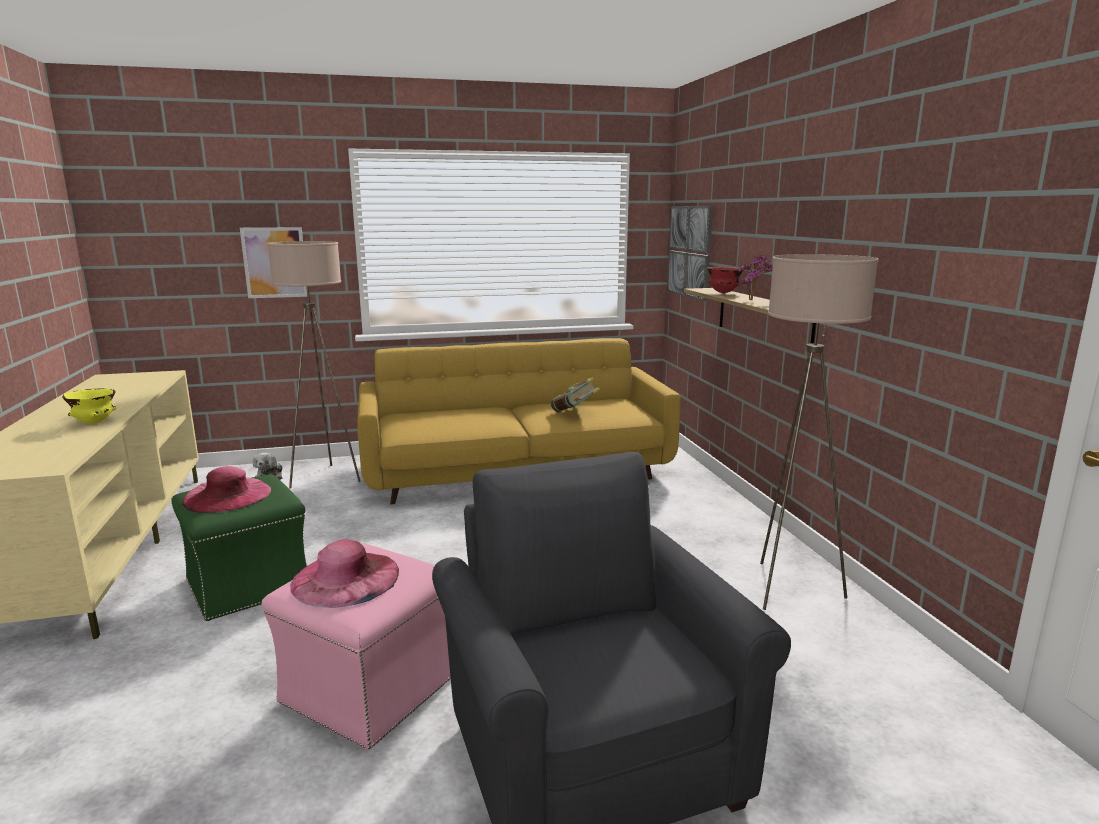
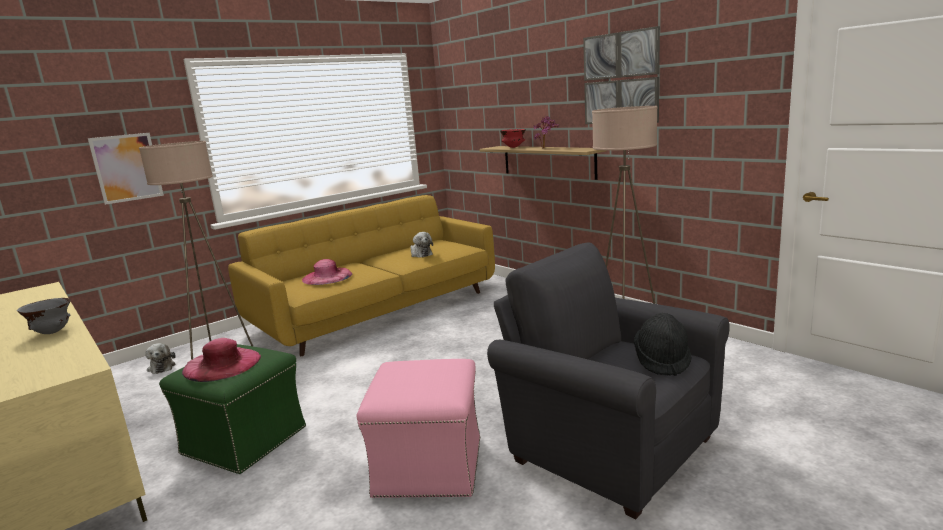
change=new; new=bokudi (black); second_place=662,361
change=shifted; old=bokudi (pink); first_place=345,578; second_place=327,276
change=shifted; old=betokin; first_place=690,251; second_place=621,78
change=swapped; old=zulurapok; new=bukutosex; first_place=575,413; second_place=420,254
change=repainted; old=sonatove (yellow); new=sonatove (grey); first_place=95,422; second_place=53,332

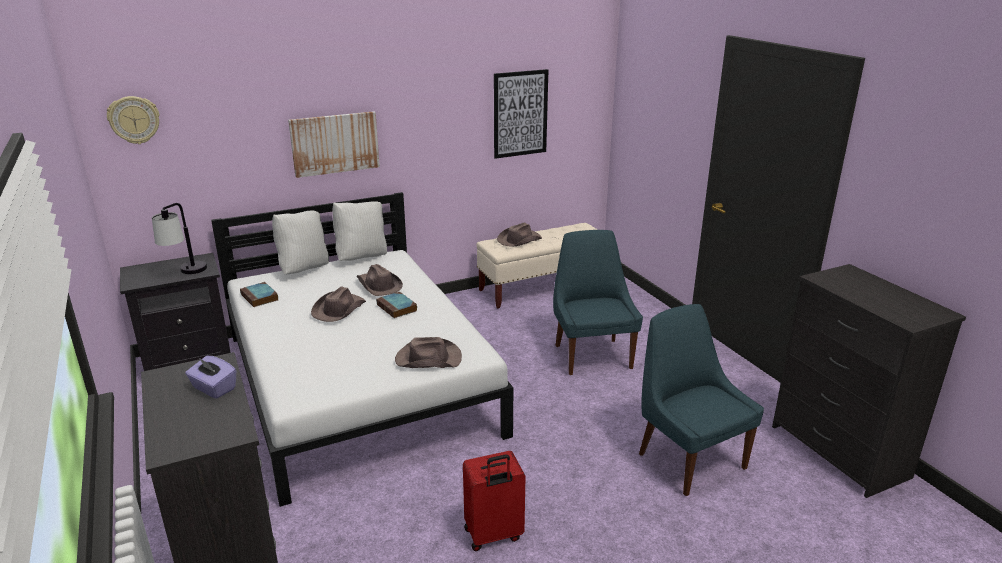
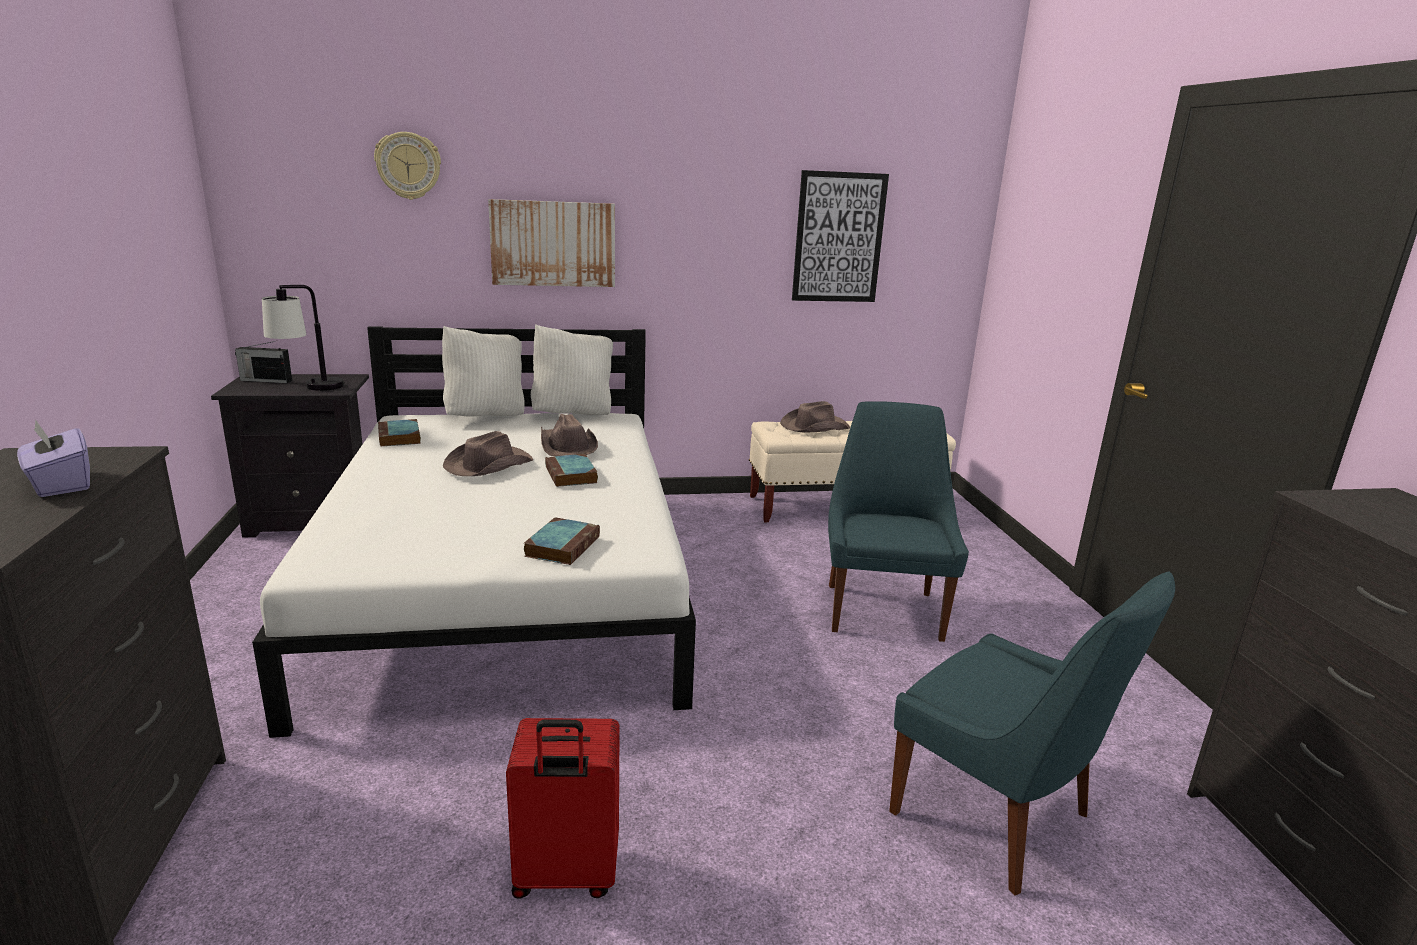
change=new; new=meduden; second_place=265,380
change=shifted; old=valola; first_place=134,120; second_place=408,166
change=swapped; old=bokudi (brown); new=zulurapok; first_place=427,359; second_place=562,546
change=rotated; old=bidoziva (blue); first_place=688,459; second_place=997,818; degrees=150

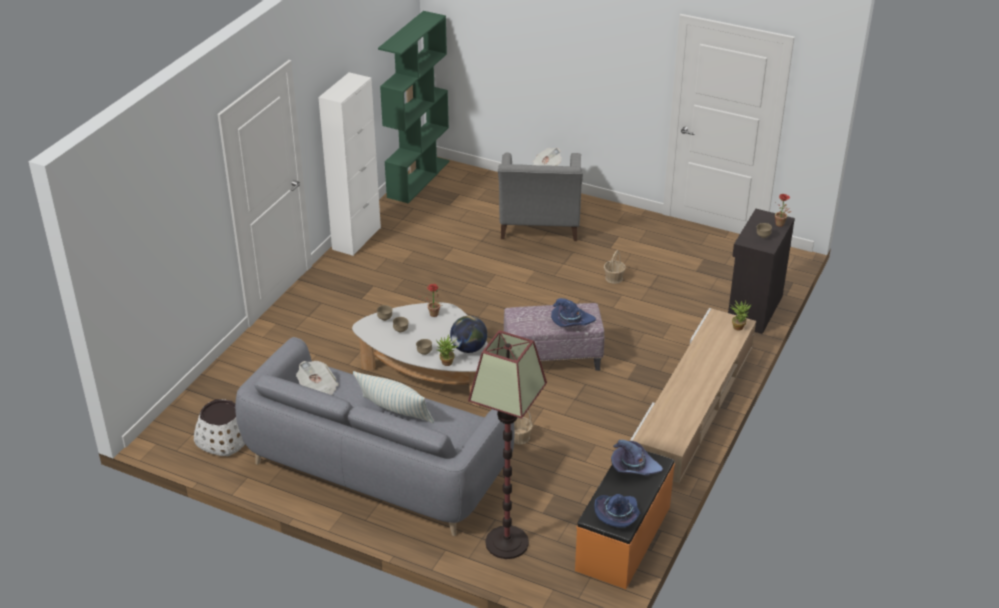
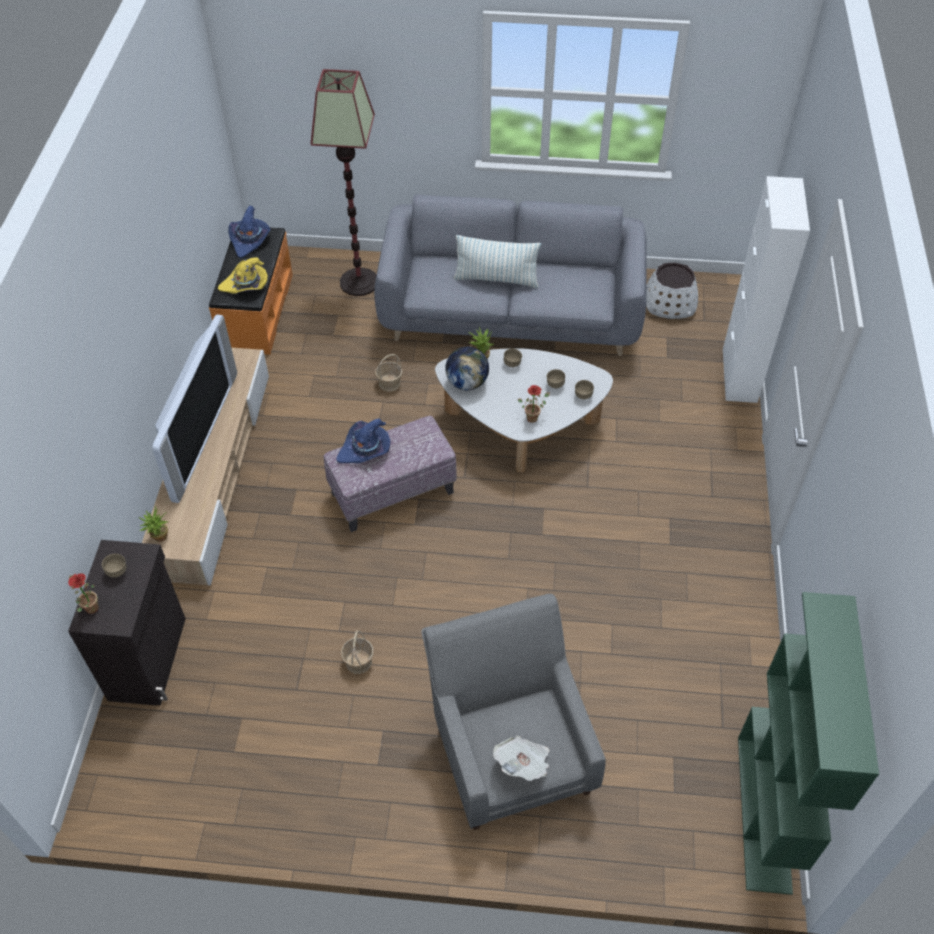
change=gone; old=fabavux; first_place=318,388
change=new; new=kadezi; second_place=201,434
change=shifted; old=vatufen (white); first_place=356,238; second_place=739,375
change=repainted; old=bokudi (purple); new=bokudi (yellow); first_place=634,467; second_place=246,285

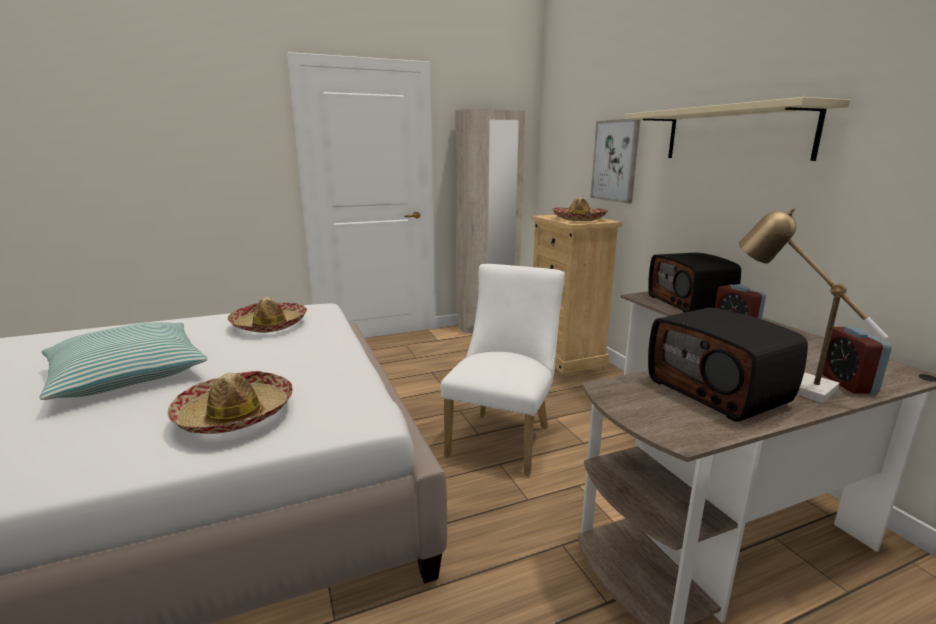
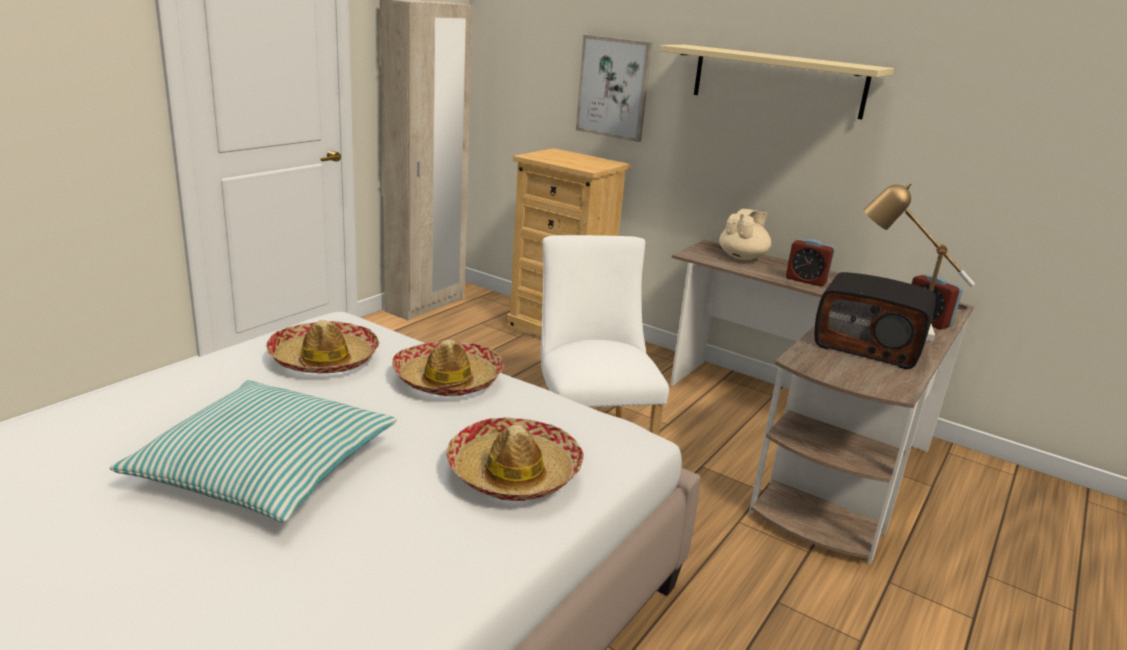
change=shifted; old=bokudi; first_place=579,219; second_place=448,380
change=swapped; old=meduden; new=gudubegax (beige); first_place=690,303; second_place=742,257

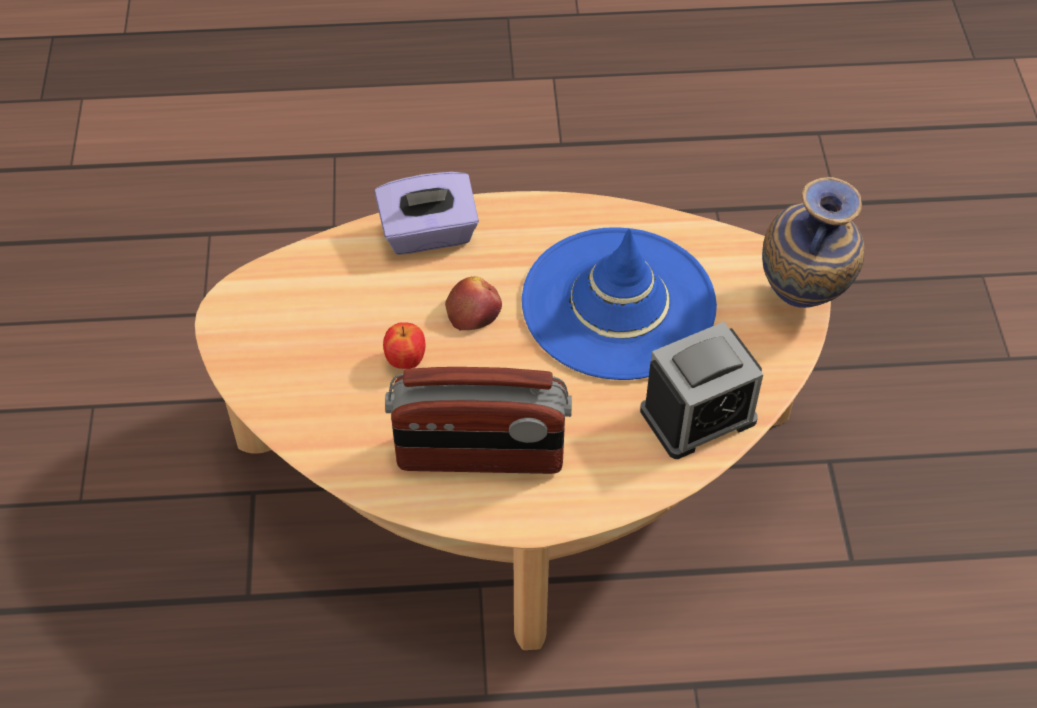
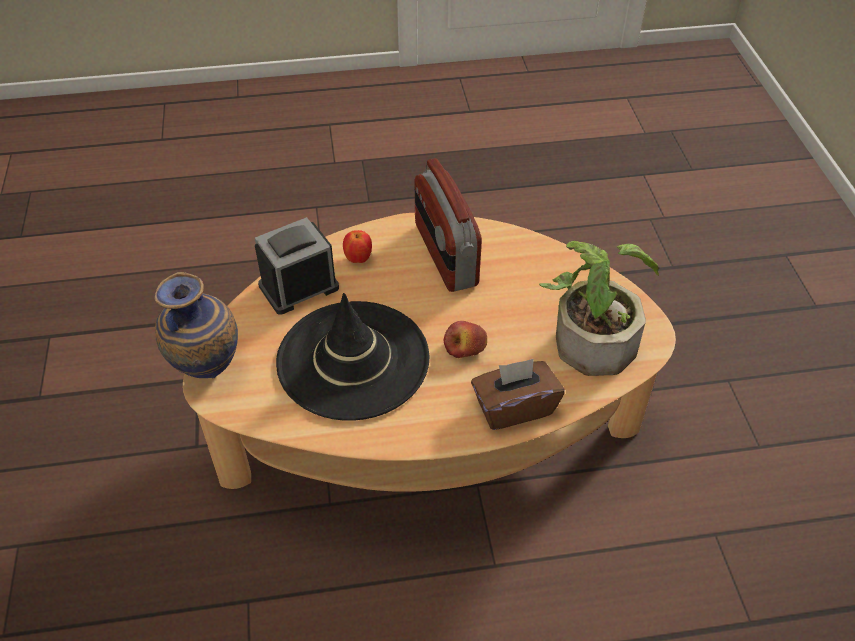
change=new; new=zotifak; second_place=592,335
change=shifted; old=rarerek; first_place=406,361; second_place=358,259
change=repainted; old=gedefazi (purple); new=gedefazi (brown); first_place=429,234; second_place=514,407
change=repainted; old=bokudi (blue); new=bokudi (black); first_place=618,303; second_place=353,360
change=rotated; old=meduden; first_place=480,455; second_place=444,255; degrees=-105

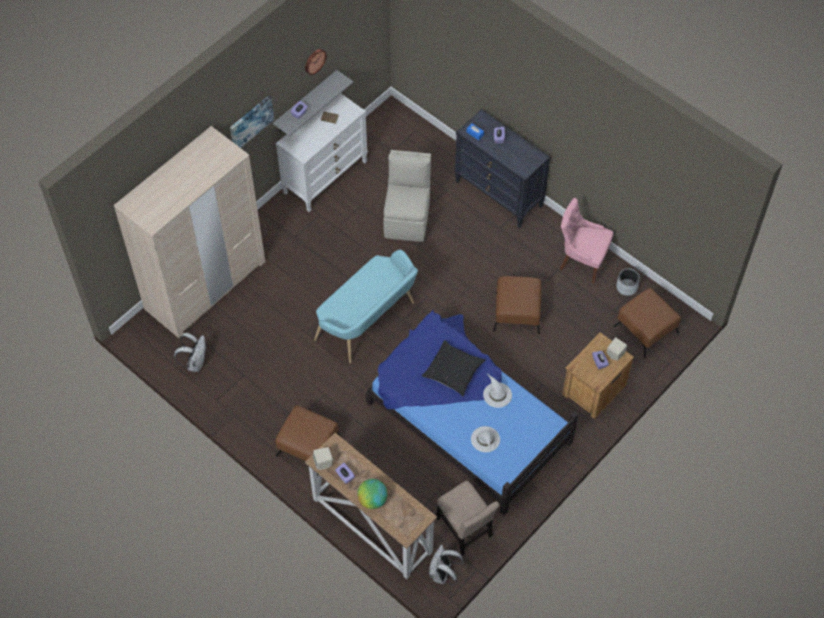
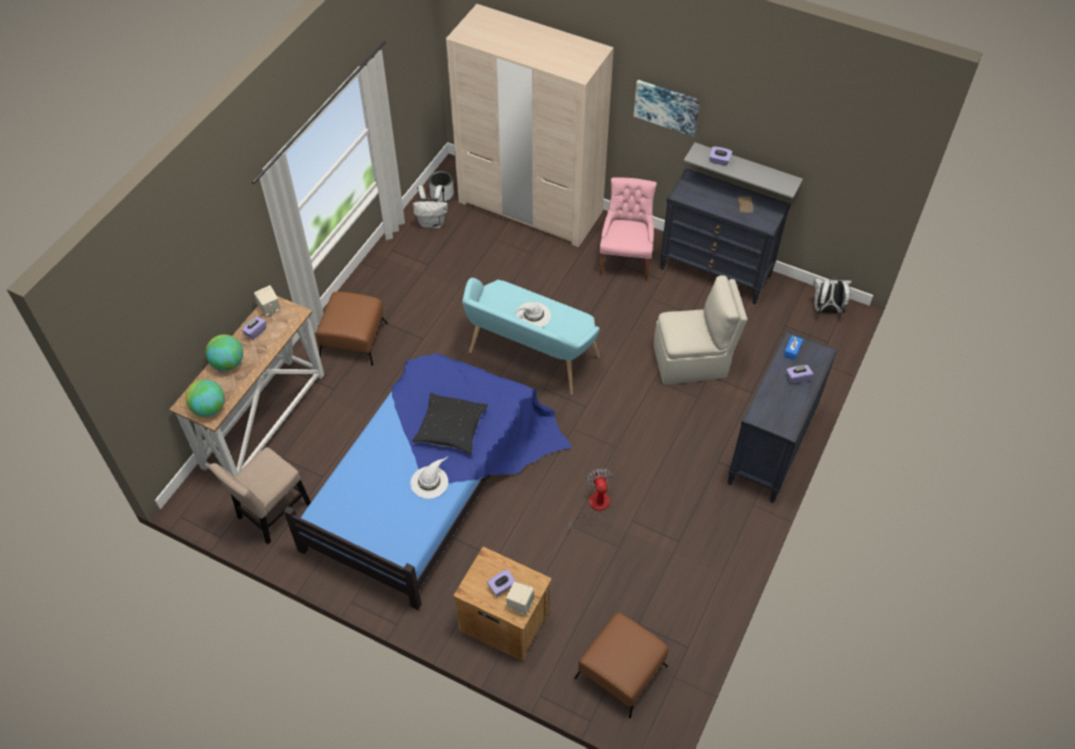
change=gone; old=valola; first_place=314,61
change=new; new=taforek; second_place=209,408
change=shifted; old=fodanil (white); first_place=442,574; second_place=826,310
change=shifted; old=bokudi (white); first_place=485,439; second_place=533,315
change=shifted; old=bidoziva (pink); first_place=581,261; second_place=625,260
change=shifted; old=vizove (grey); first_place=626,287; second_place=442,194
change=swapped; old=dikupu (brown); new=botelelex; first_place=516,313; second_place=594,507
change=repainted; old=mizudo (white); new=mizudo (black); first_place=325,177; second_place=716,271

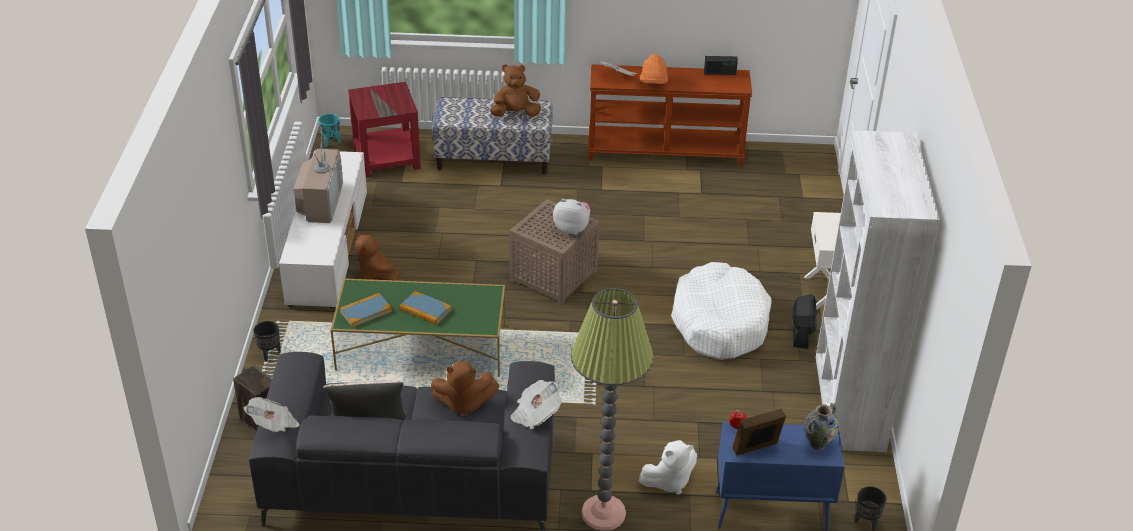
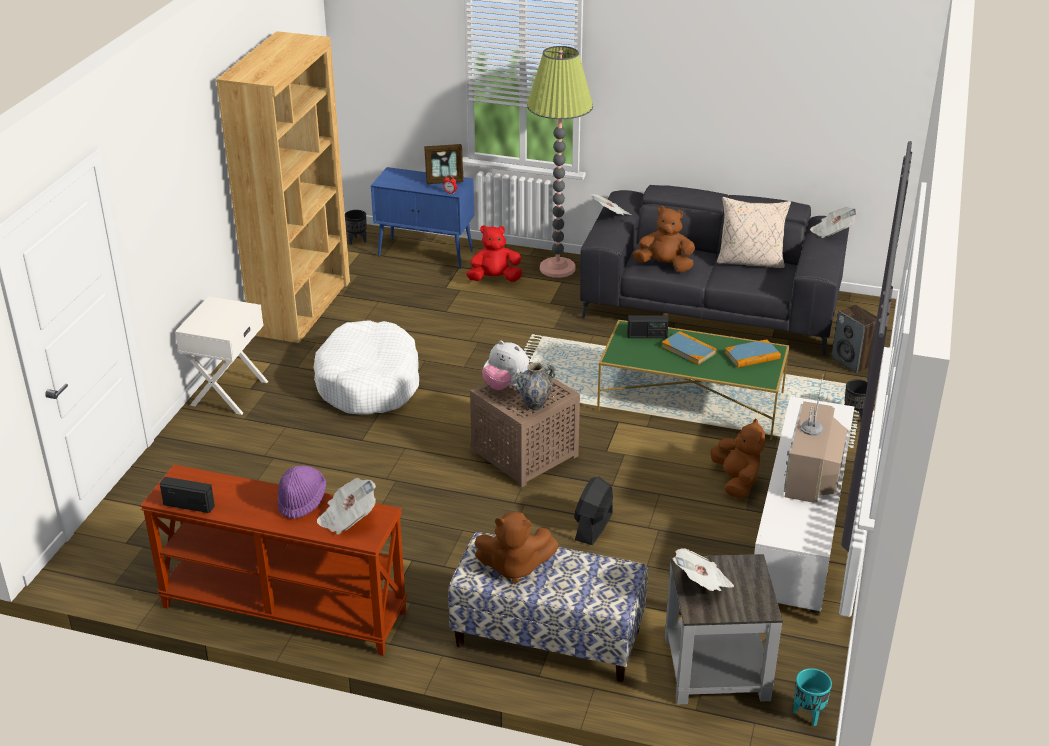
change=new; new=meduden; second_place=647,336
change=new; new=fabavux; second_place=702,583
change=shifted; old=botelelex (black); first_place=802,333; second_place=593,527
change=shifted; old=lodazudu; first_place=818,444; second_place=535,405
change=repainted; old=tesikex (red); new=tesikex (grey); first_place=387,157; second_place=714,667
change=repainted; old=bukutosex (white); new=bukutosex (red); first_place=669,481; second_place=494,279
change=repainted; old=bokudi (orange); new=bokudi (purple); first_place=653,82; second_place=302,501
change=repainted; old=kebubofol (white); new=kebubofol (brown); first_place=848,403; second_place=301,307

